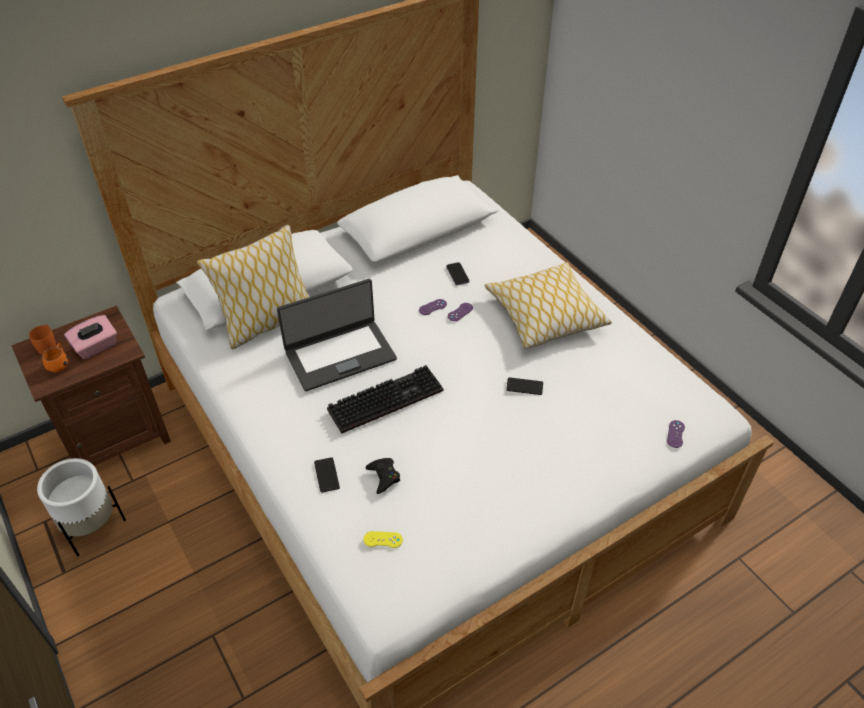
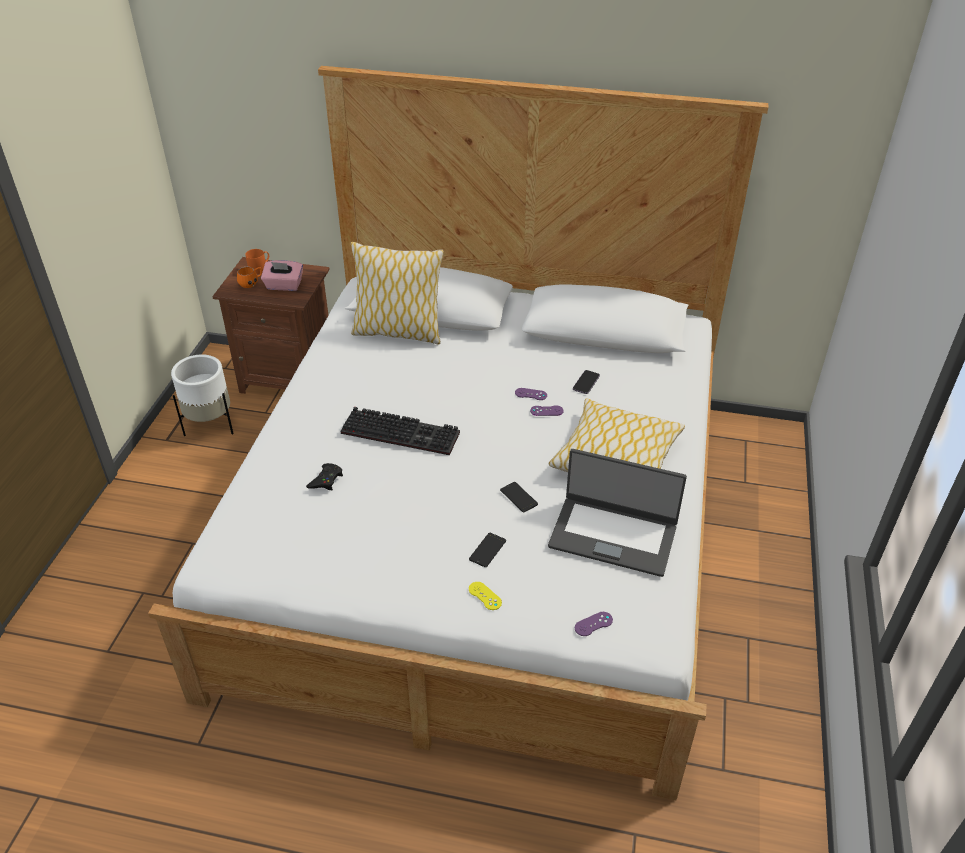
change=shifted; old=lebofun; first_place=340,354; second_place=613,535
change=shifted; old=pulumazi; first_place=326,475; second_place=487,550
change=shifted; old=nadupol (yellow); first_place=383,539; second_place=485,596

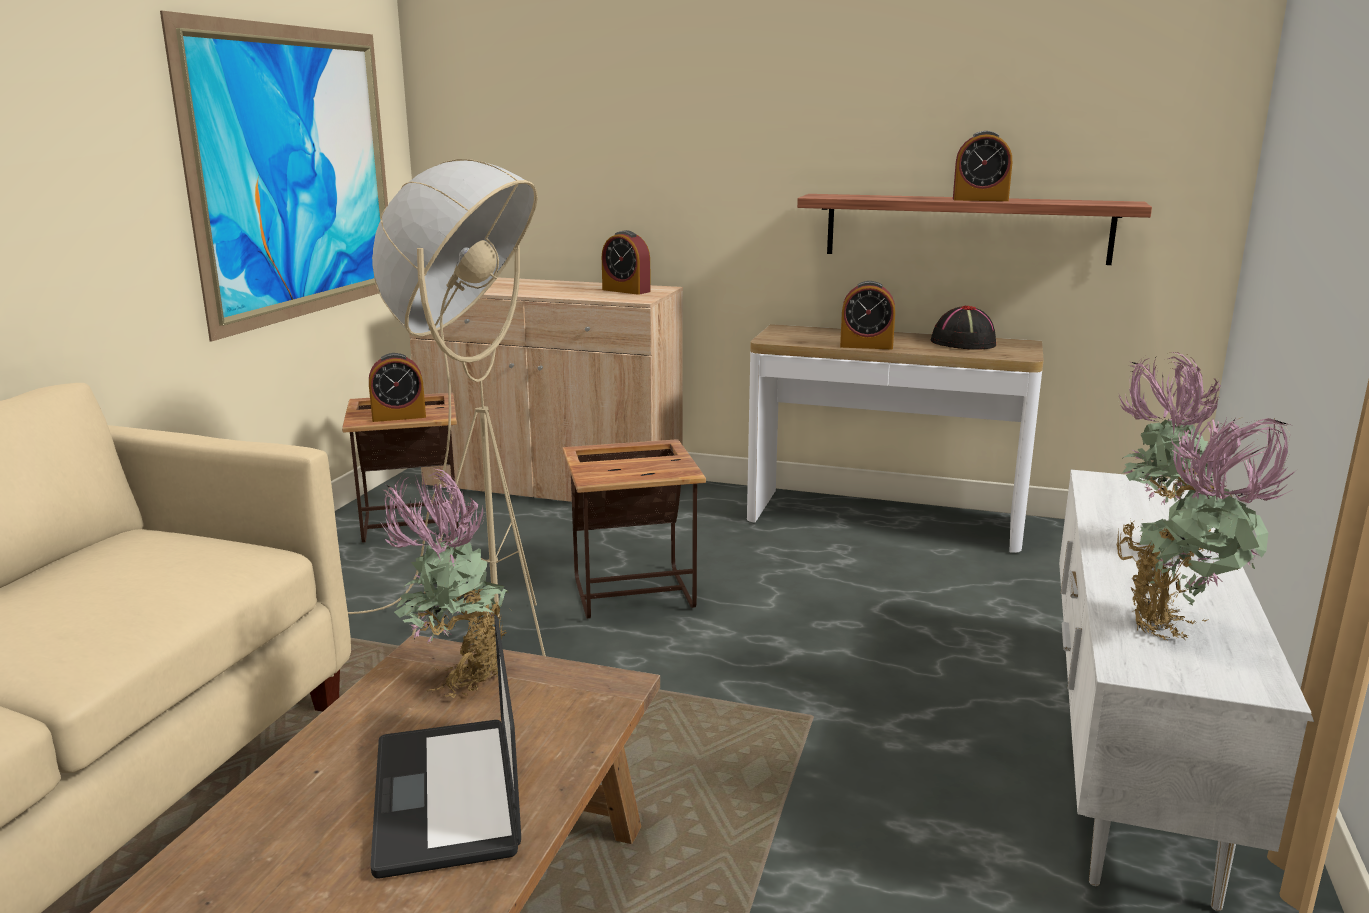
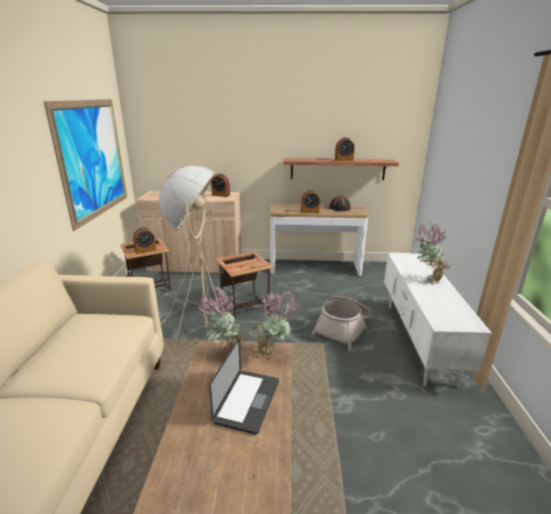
change=new; new=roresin; second_place=343,329
change=shifted; old=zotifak; first_place=1182,630; second_place=273,354
change=rotated; old=lebofun; first_place=446,797; second_place=247,401; degrees=-135

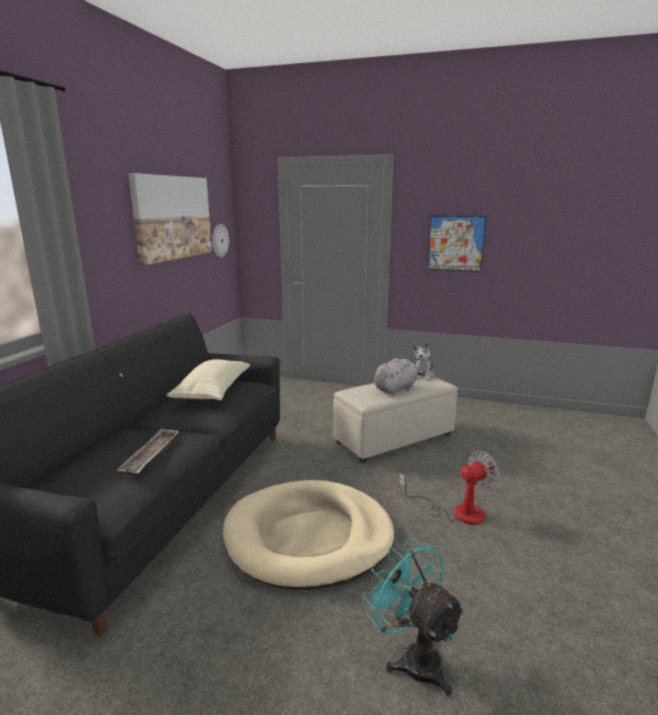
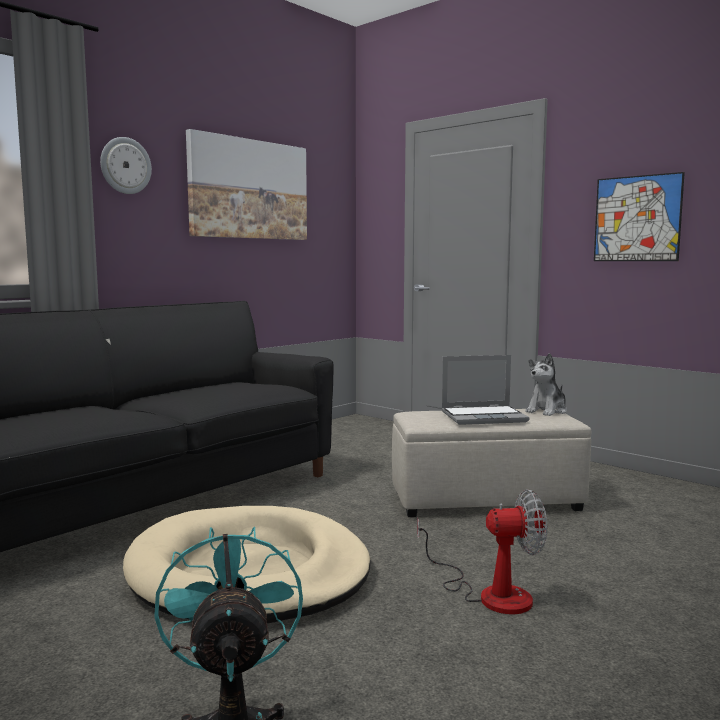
change=gone; old=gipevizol; first_place=151,455
change=gone; old=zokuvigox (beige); first_place=213,392
change=shifted; old=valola; first_place=219,240; second_place=125,165
change=swapped; old=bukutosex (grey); new=lebofun; first_place=396,389; second_place=484,417

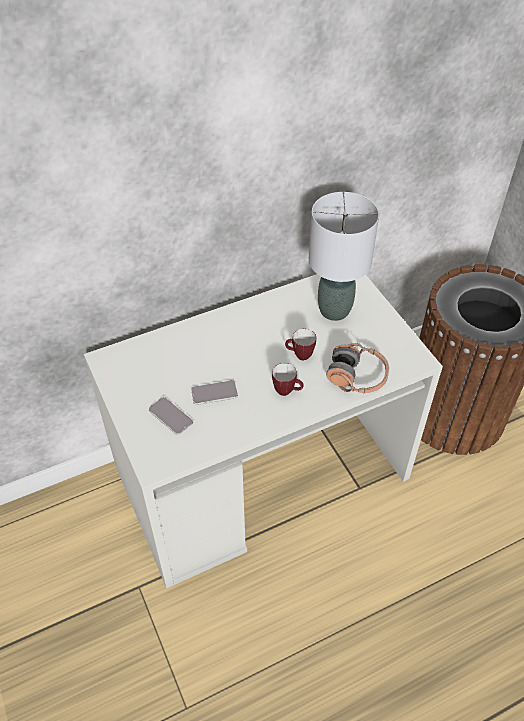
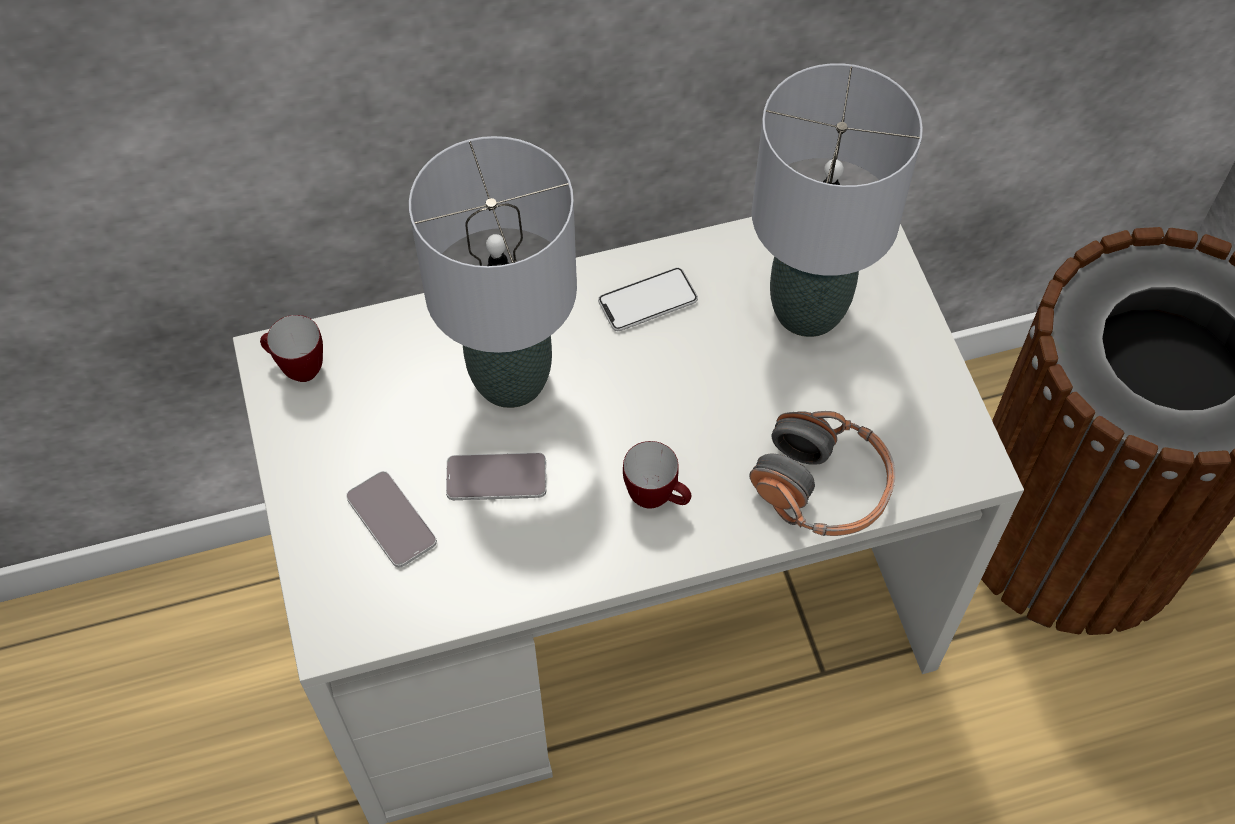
change=new; new=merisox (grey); second_place=510,380
change=new; new=pulumazi; second_place=647,301
change=shifted; old=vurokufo; first_place=299,356; second_place=297,369

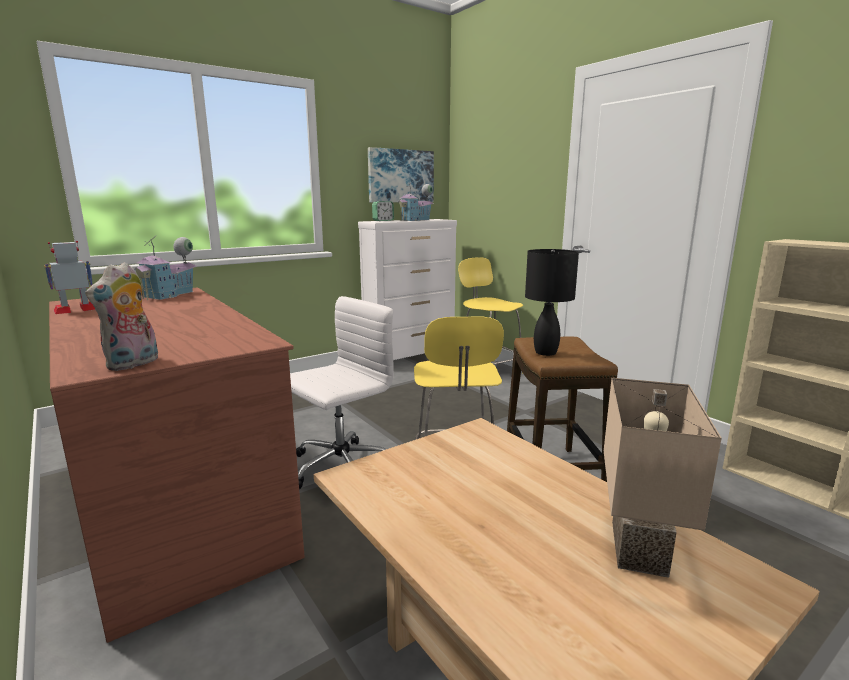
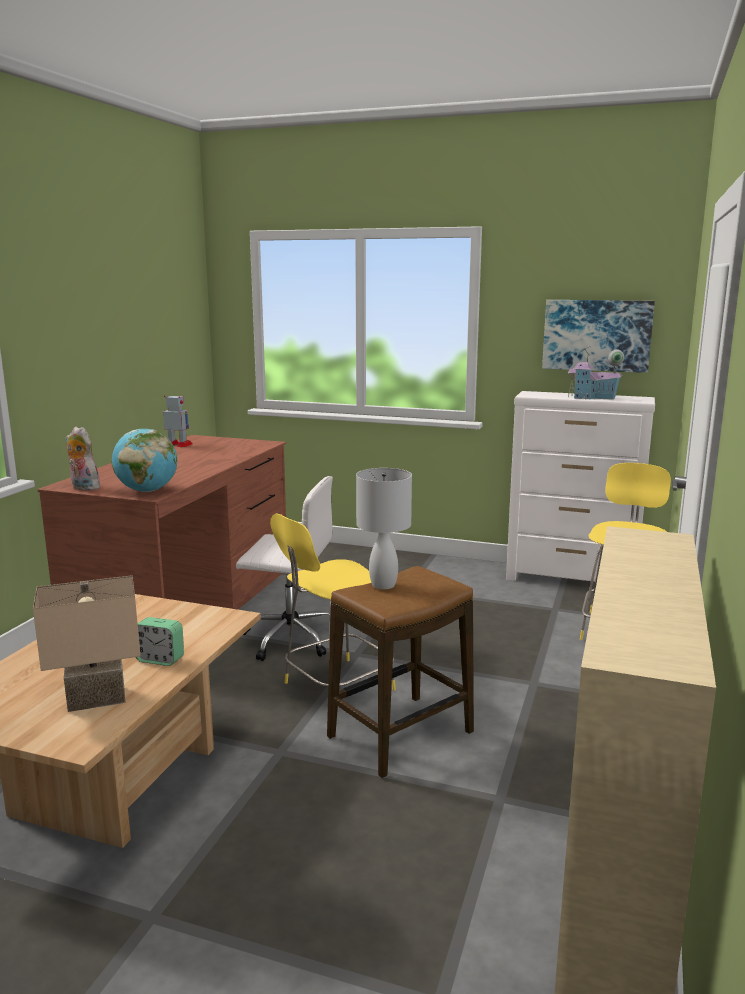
change=gone; old=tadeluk; first_place=171,295
change=new; new=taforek; second_place=147,491
change=shifted; old=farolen; first_place=383,220; second_place=160,659
change=repainted; old=merisox (black); new=merisox (white); first_place=545,352; second_place=383,584
change=rotated; old=bukutosex; first_place=133,364; second_place=83,488; degrees=45

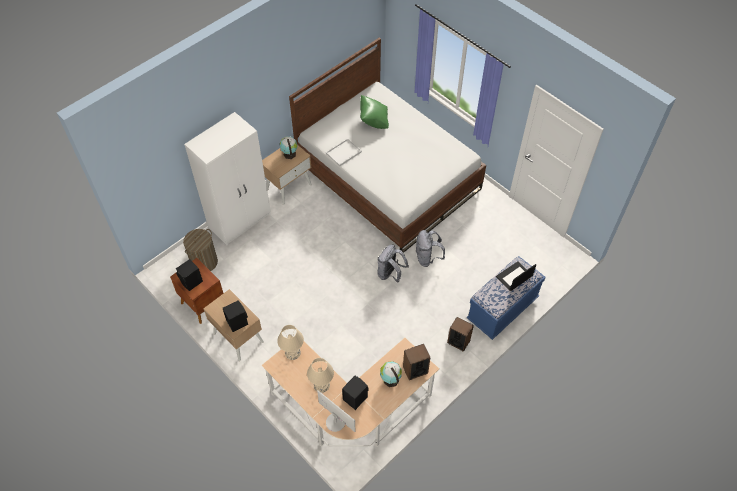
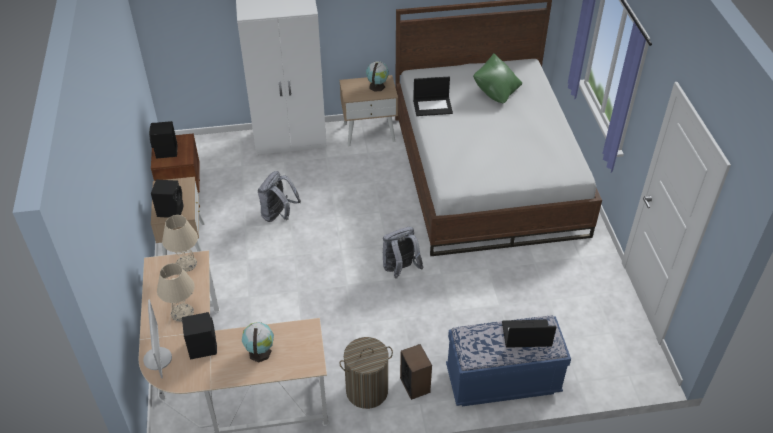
change=gone; old=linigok; first_place=415,370
change=shifted; old=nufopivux; first_place=204,262; second_place=367,391
change=shifted; old=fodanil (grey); first_place=427,258; second_place=278,215
change=swapped; old=gipevizol (white); new=lebofun; first_place=344,152; second_place=433,106

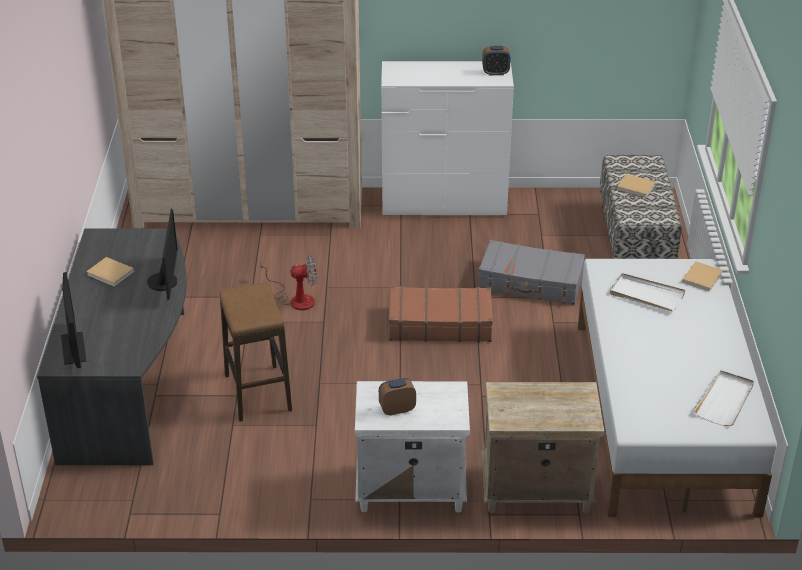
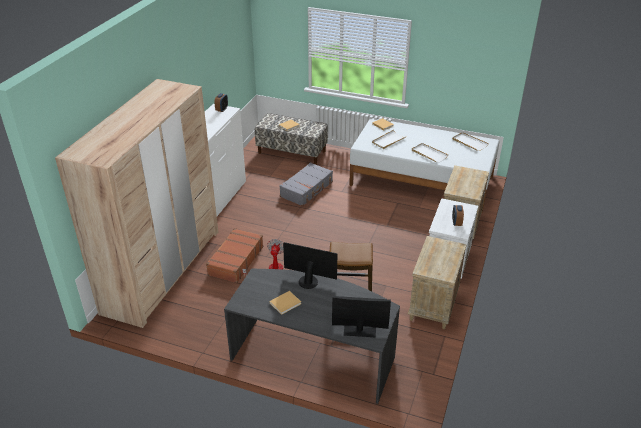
change=new; new=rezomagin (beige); second_place=433,306
change=new; new=gipevizol (white); second_place=429,154
change=shifted; old=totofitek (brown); first_place=439,324; second_place=235,261

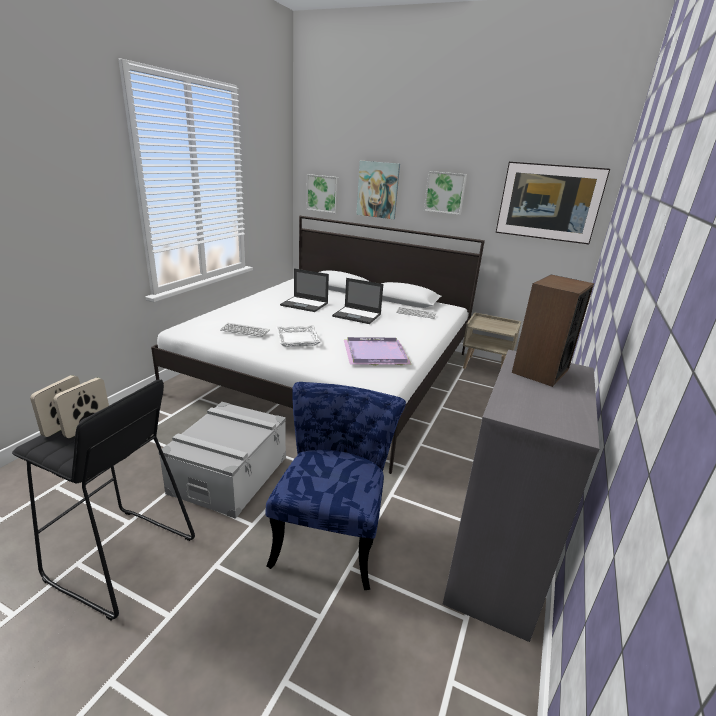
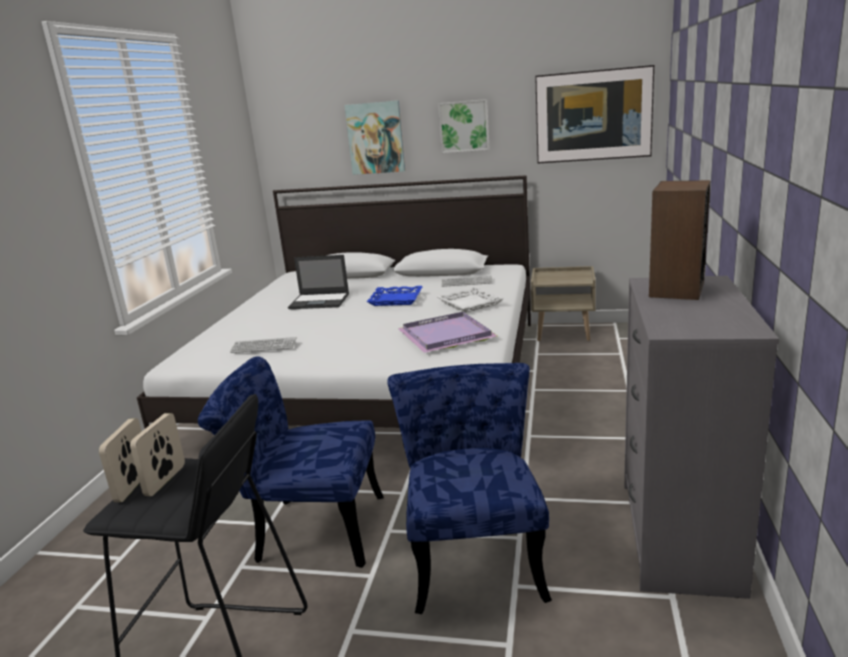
change=gone; old=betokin; first_place=323,193
change=shifted; old=gipevizol (white); first_place=297,339; second_place=469,304
change=swapped; old=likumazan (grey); new=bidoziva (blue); first_place=229,474; second_place=309,529
change=swapped; old=lebofun; new=gipevizol (blue); first_place=357,315; second_place=396,299

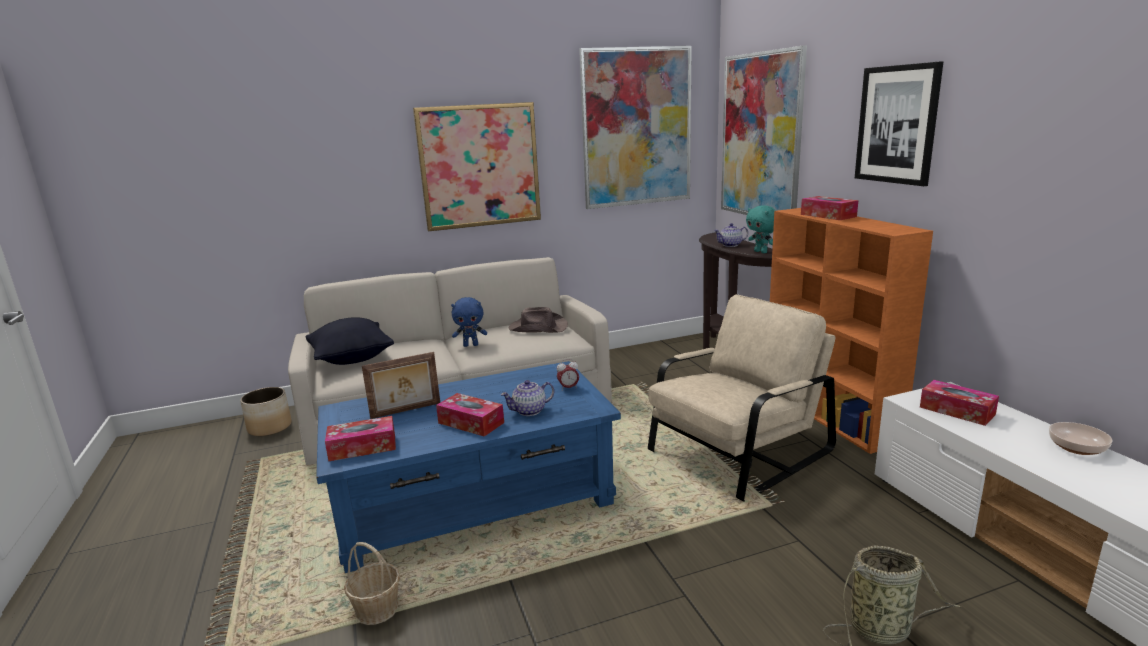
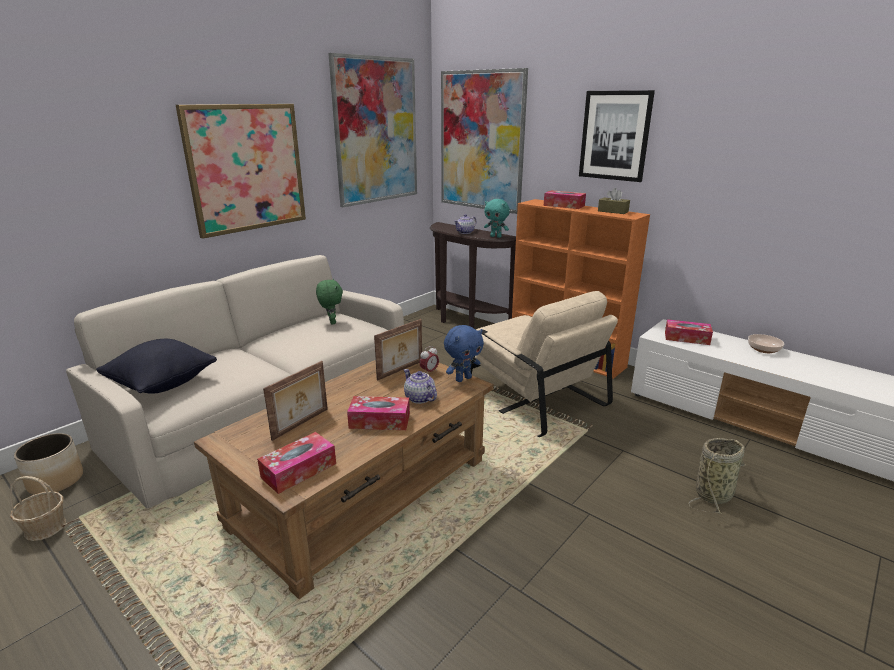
change=new; new=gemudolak; second_place=401,370
change=new; new=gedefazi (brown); second_place=613,211
change=shifted; old=roresin; first_place=377,608; second_place=45,527
change=shifted; old=bukutosex (blue); first_place=471,345; second_place=463,379
change=swapped; old=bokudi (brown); new=bukutosex (green); first_place=537,327; second_place=331,322
change=repainted; old=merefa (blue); new=merefa (brown); first_place=475,501; second_place=364,492
change=rotated; old=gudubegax; first_place=529,411; second_place=419,398; degrees=105
change=rotated; old=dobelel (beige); first_place=738,451; second_place=533,396; degrees=120

